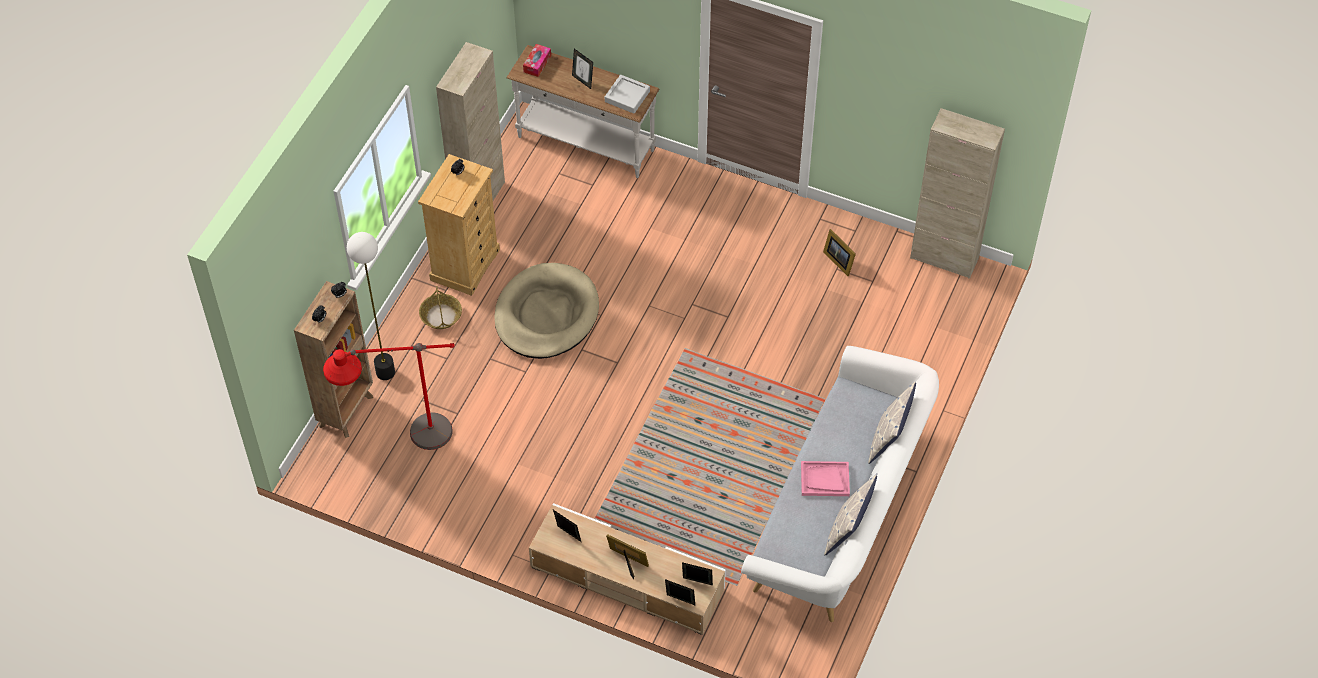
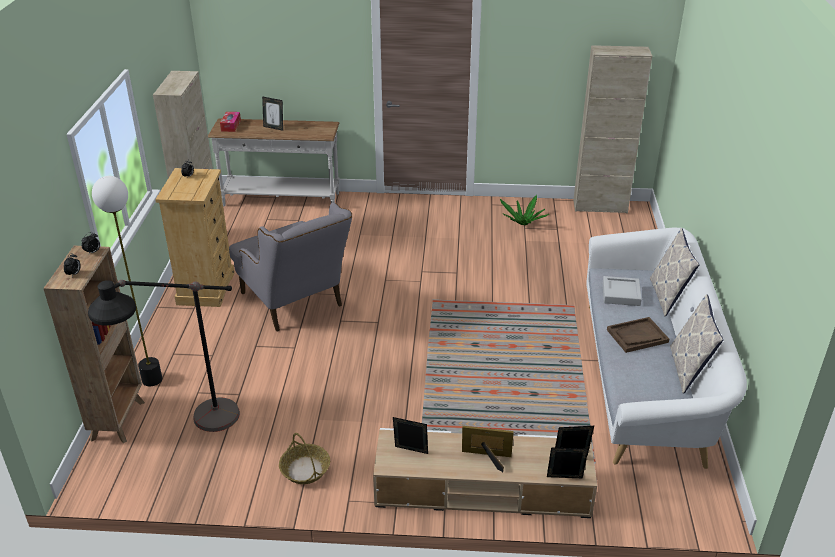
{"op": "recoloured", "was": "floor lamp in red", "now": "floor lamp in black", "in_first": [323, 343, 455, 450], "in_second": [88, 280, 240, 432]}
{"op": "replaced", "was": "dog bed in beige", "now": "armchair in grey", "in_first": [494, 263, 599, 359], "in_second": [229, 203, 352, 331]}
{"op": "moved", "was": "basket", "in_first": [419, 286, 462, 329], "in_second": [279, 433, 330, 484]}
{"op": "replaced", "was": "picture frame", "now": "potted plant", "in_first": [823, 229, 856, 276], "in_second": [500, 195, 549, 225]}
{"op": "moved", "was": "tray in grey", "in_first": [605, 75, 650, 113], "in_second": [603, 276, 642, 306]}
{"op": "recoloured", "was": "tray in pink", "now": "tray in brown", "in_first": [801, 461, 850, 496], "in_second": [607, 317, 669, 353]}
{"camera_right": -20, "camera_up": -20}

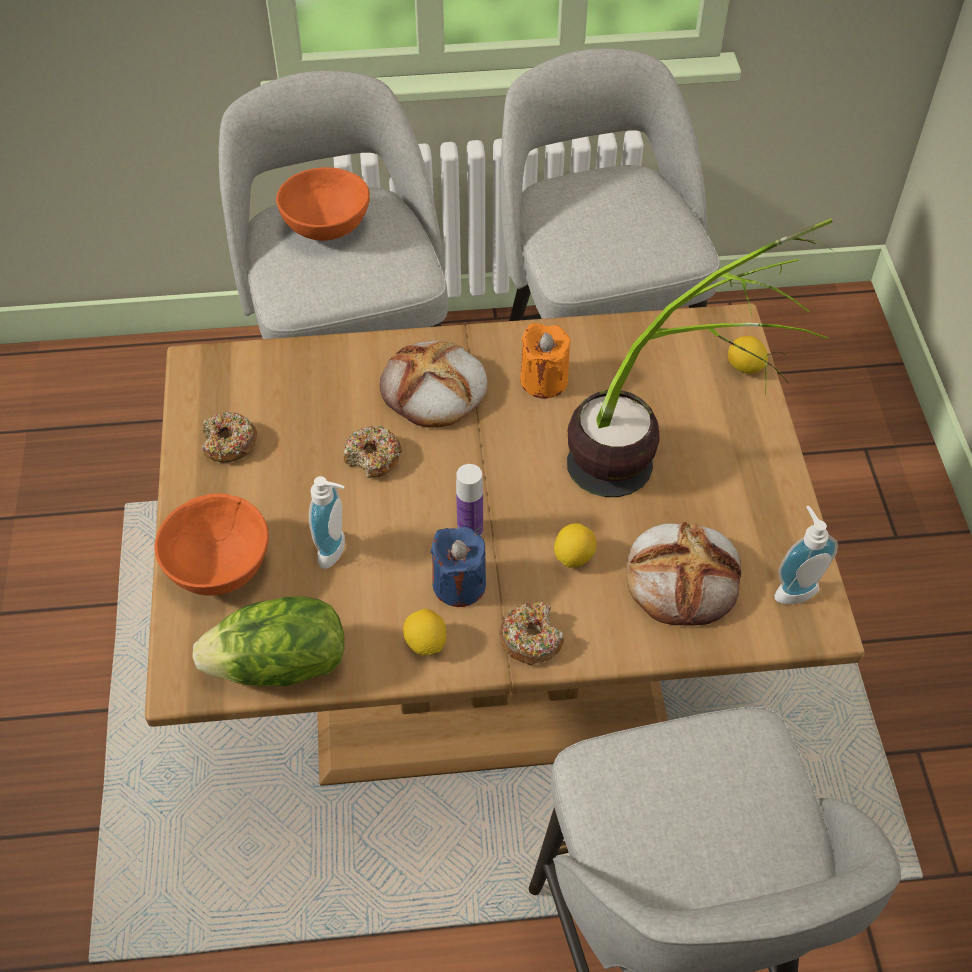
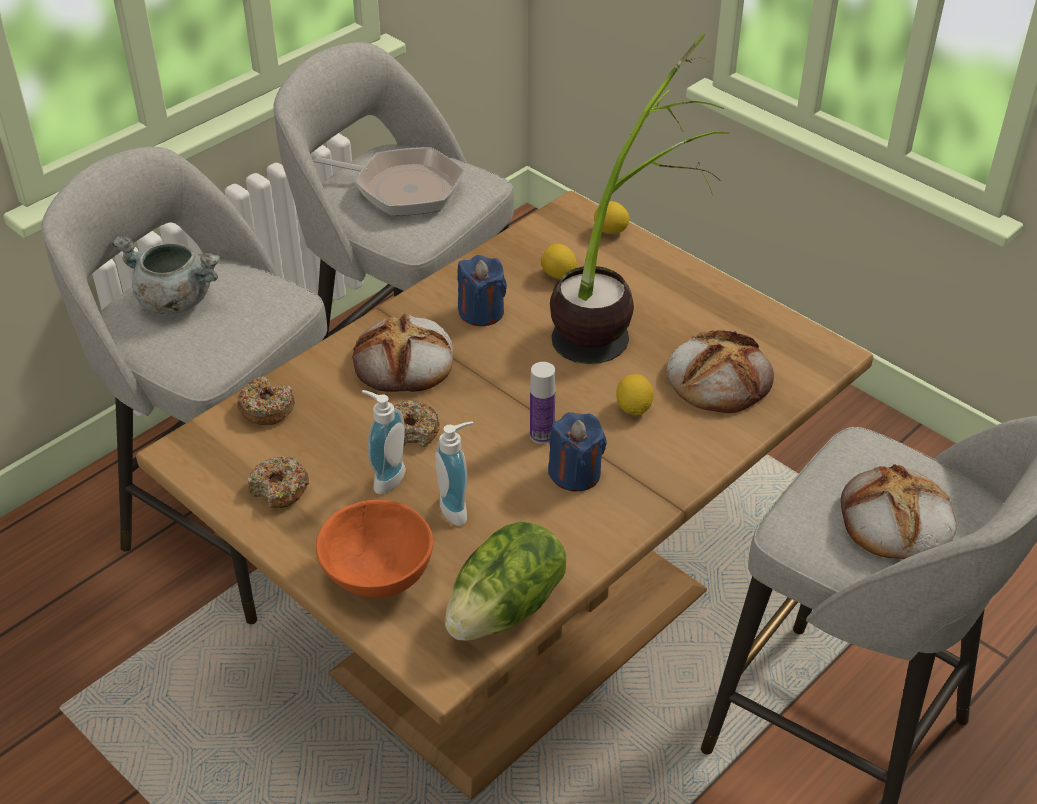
{"op": "replaced", "was": "bowl in orange", "now": "cooking pot in grey", "in_first": [276, 167, 370, 241], "in_second": [112, 236, 220, 314]}
{"op": "moved", "was": "donut", "in_first": [499, 602, 564, 665], "in_second": [237, 376, 295, 425]}
{"op": "added", "now": "frying pan", "in_second": [311, 147, 465, 216]}
{"op": "moved", "was": "soap dispenser", "in_first": [774, 506, 838, 604], "in_second": [362, 390, 406, 494]}
{"op": "recoloured", "was": "candle in orange", "now": "candle in blue", "in_first": [520, 323, 570, 399], "in_second": [457, 255, 507, 326]}
{"op": "moved", "was": "lemon", "in_first": [403, 609, 447, 656], "in_second": [541, 244, 577, 279]}
{"op": "added", "now": "bread", "in_second": [841, 464, 956, 559]}
{"camera_right": -40, "camera_up": -10}

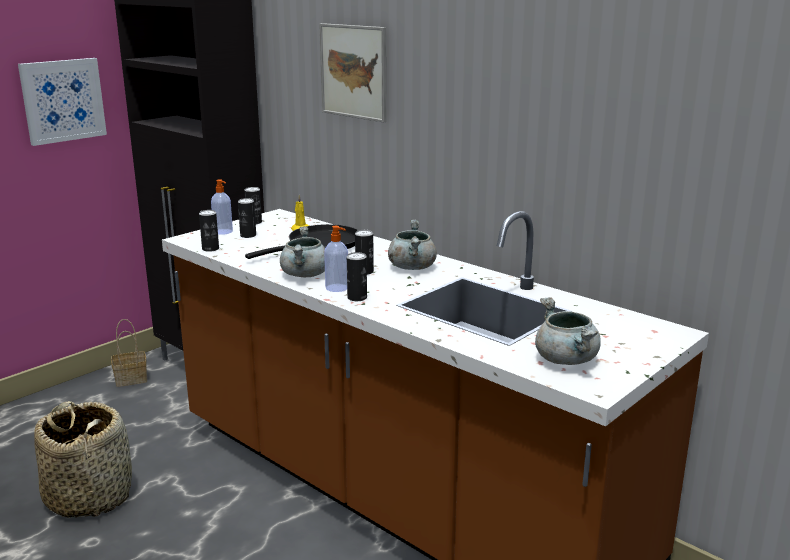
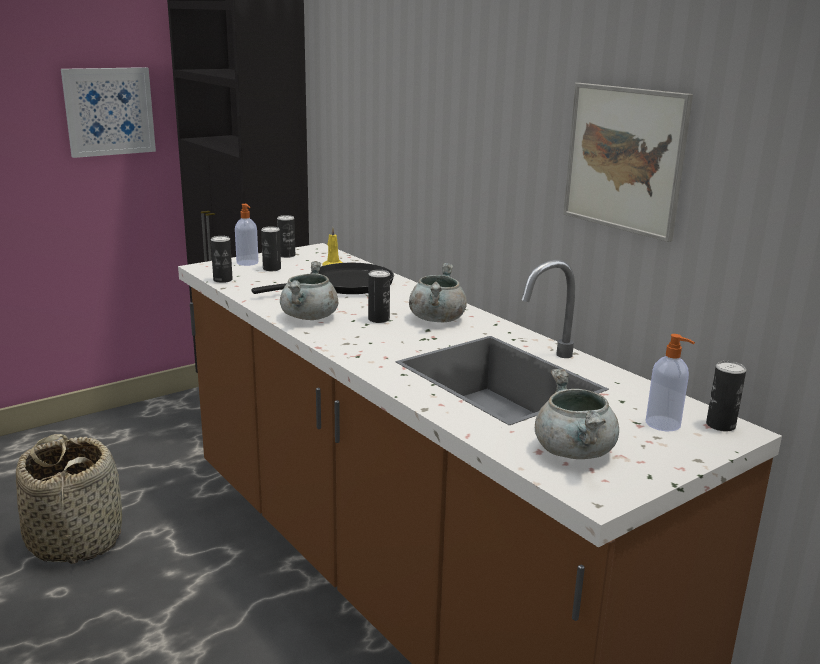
{"op": "moved", "was": "picture", "in_first": [319, 23, 387, 122], "in_second": [563, 83, 693, 242]}
{"op": "moved", "was": "soap dispenser", "in_first": [324, 226, 348, 292], "in_second": [646, 334, 695, 431]}
{"op": "moved", "was": "can", "in_first": [347, 252, 367, 301], "in_second": [706, 361, 746, 431]}
{"op": "removed", "was": "basket", "in_first": [111, 319, 147, 387]}
{"camera_right": 10, "camera_up": 0}

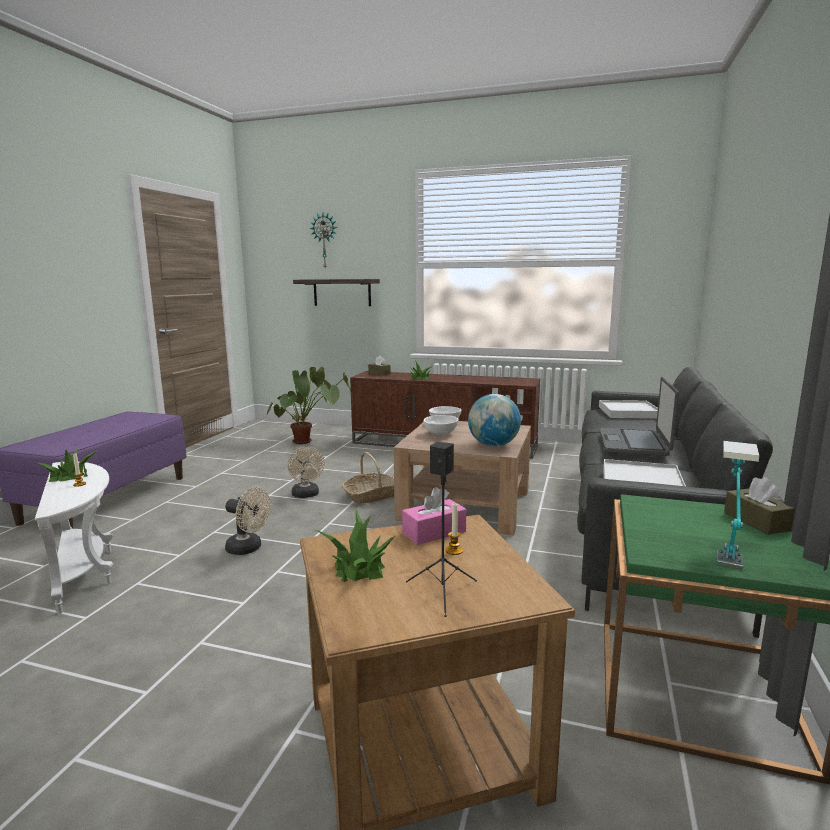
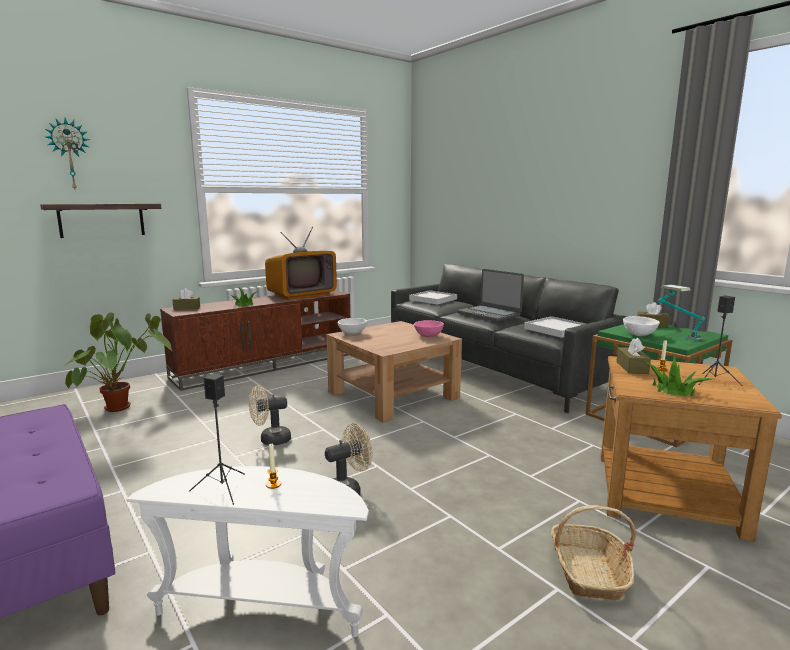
{"op": "replaced", "was": "potted plant", "now": "speaker in black", "in_first": [37, 447, 98, 482], "in_second": [189, 374, 245, 505]}
{"op": "turned", "was": "fan in beige", "in_first": [288, 447, 325, 498], "in_second": [249, 386, 291, 445], "clockwise": 150}
{"op": "added", "now": "television", "in_second": [265, 227, 337, 300]}
{"op": "replaced", "was": "globe", "now": "bowl in pink", "in_first": [468, 394, 521, 447], "in_second": [414, 320, 444, 337]}
{"op": "moved", "was": "basket", "in_first": [342, 452, 394, 504], "in_second": [551, 505, 636, 600]}
{"op": "recoloured", "was": "tissue box in pink", "now": "tissue box in brown", "in_first": [402, 487, 466, 545], "in_second": [616, 338, 651, 374]}
{"op": "moved", "was": "bowl in white", "in_first": [423, 415, 458, 435], "in_second": [623, 316, 660, 336]}
{"camera_right": -55, "camera_up": 0}

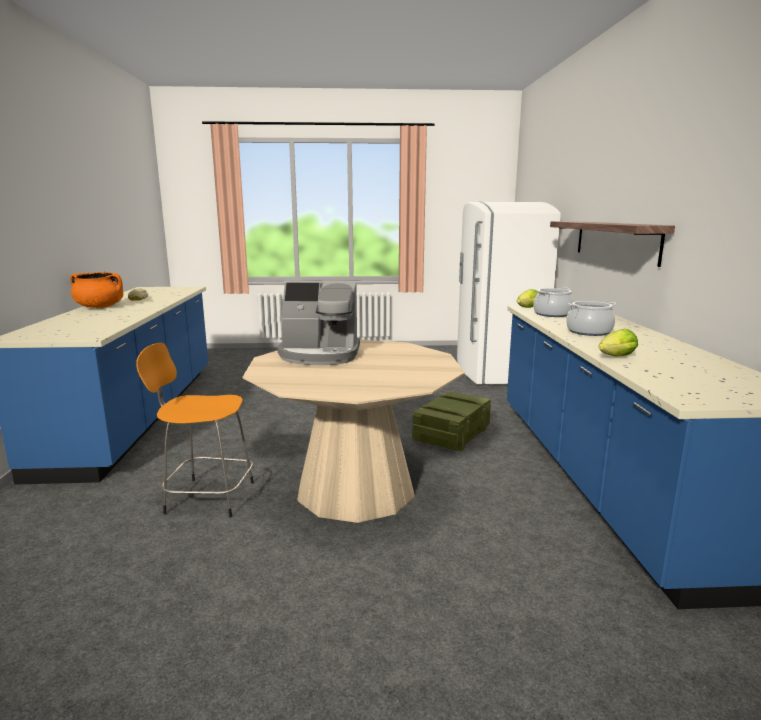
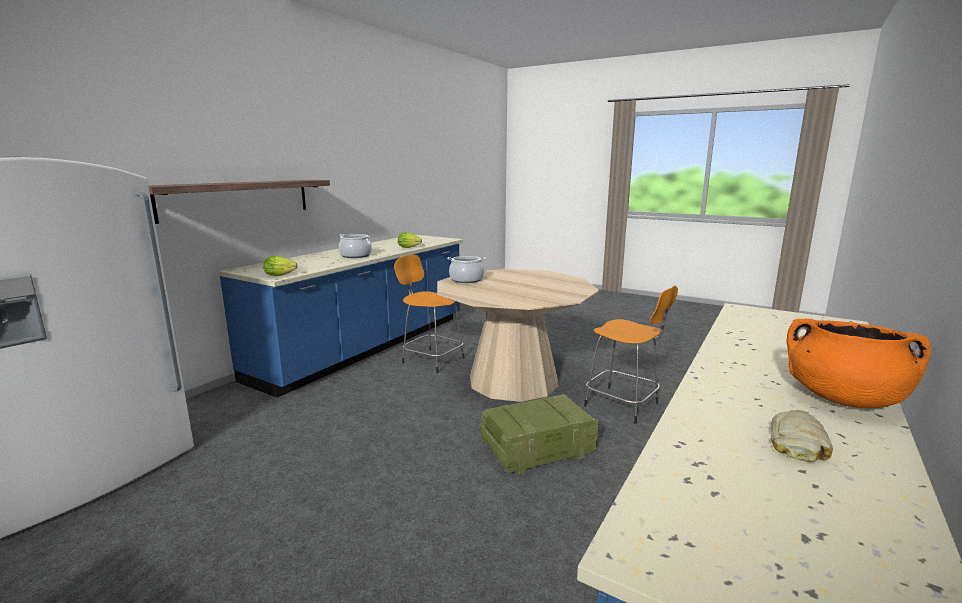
{"op": "added", "now": "stool in orange", "in_second": [394, 255, 464, 373]}
{"op": "moved", "was": "cooking pot", "in_first": [533, 288, 574, 317], "in_second": [447, 256, 486, 283]}
{"op": "moved", "was": "crate", "in_first": [412, 391, 491, 451], "in_second": [480, 394, 598, 474]}
{"op": "removed", "was": "coffee machine", "in_first": [277, 282, 360, 365]}
{"camera_right": -145, "camera_up": 0}

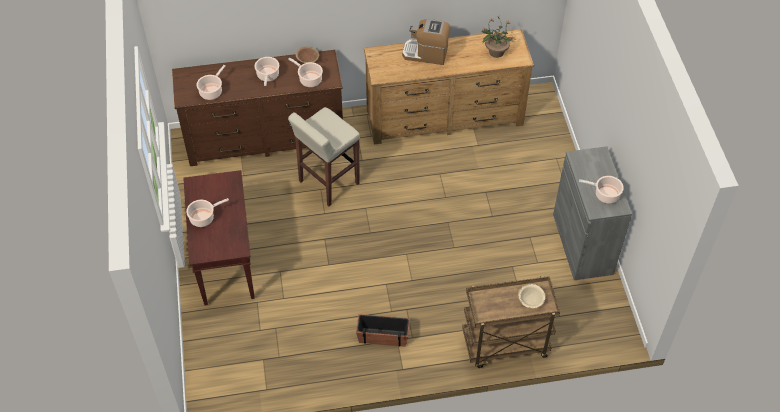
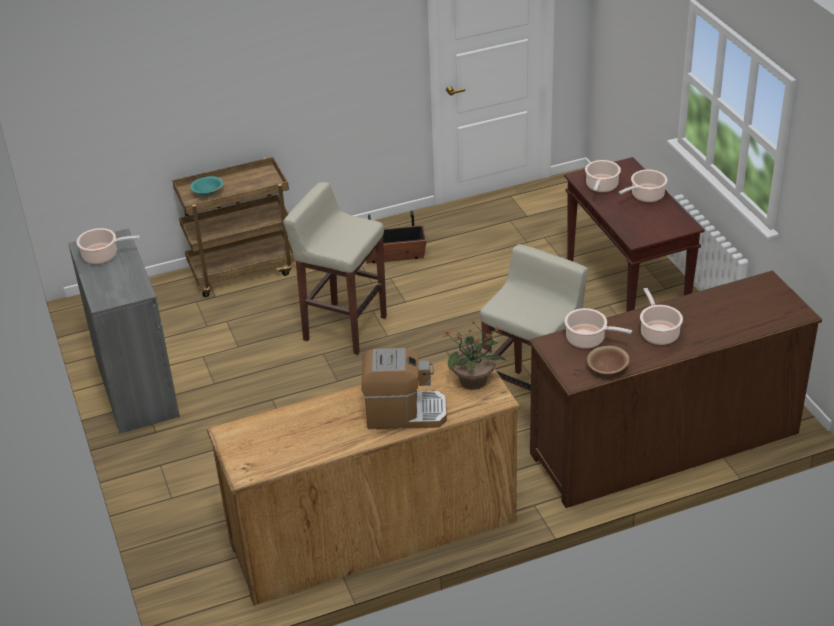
{"op": "recoloured", "was": "bowl in beige", "now": "bowl in turquoise", "in_first": [518, 284, 545, 308], "in_second": [190, 176, 224, 196]}
{"op": "added", "now": "stool in beige", "in_second": [283, 182, 387, 355]}
{"op": "moved", "was": "potted plant", "in_first": [481, 16, 513, 58], "in_second": [443, 320, 506, 390]}
{"op": "moved", "was": "cooking pot", "in_first": [197, 65, 226, 100], "in_second": [585, 160, 621, 192]}
{"camera_right": 170, "camera_up": -15}

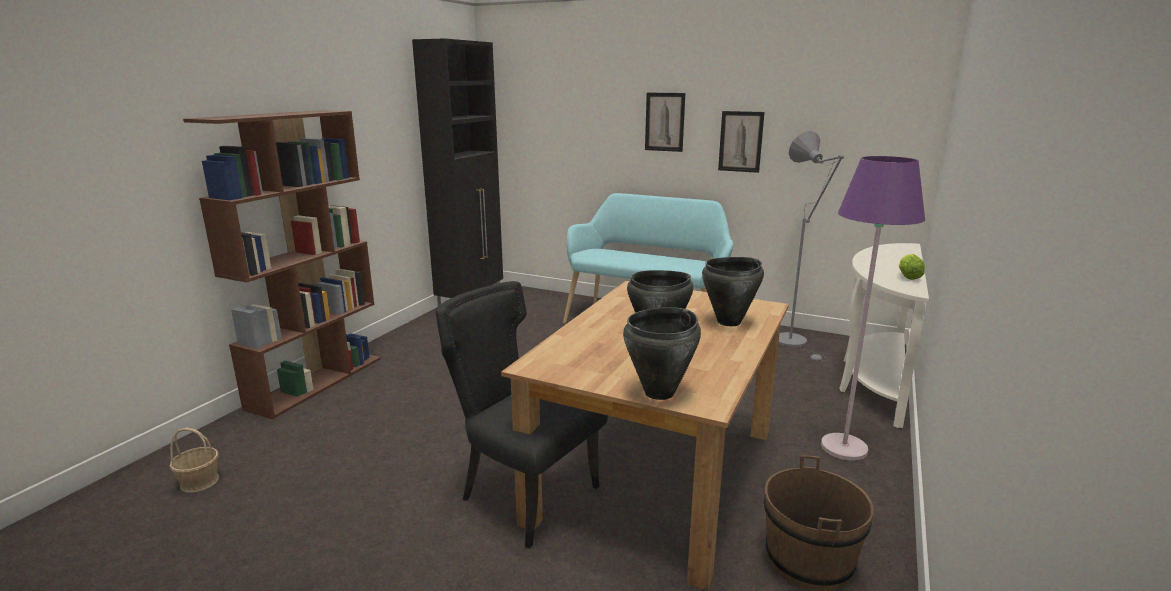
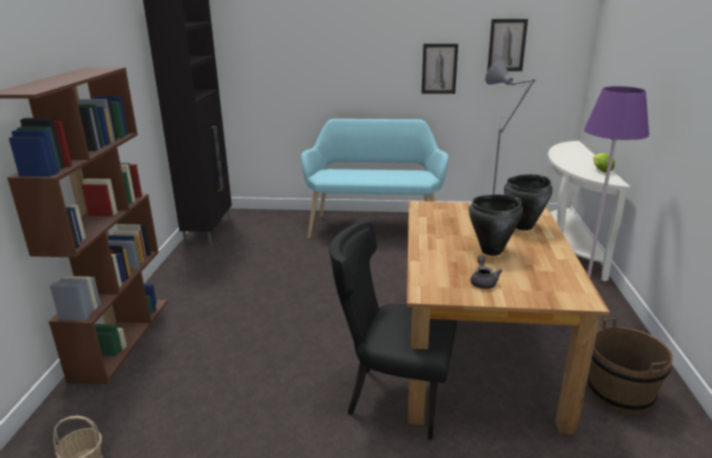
{"op": "added", "now": "teapot in grey", "in_second": [470, 256, 503, 289]}
{"op": "moved", "was": "picture", "in_first": [645, 93, 685, 152], "in_second": [487, 19, 528, 71]}
{"op": "removed", "was": "cooking pot in black", "in_first": [623, 307, 701, 400]}
{"camera_right": -20, "camera_up": 5}

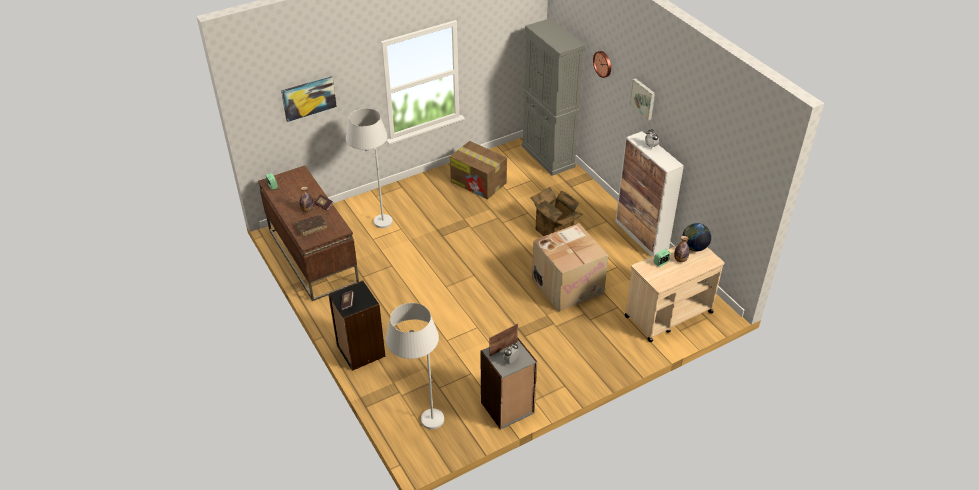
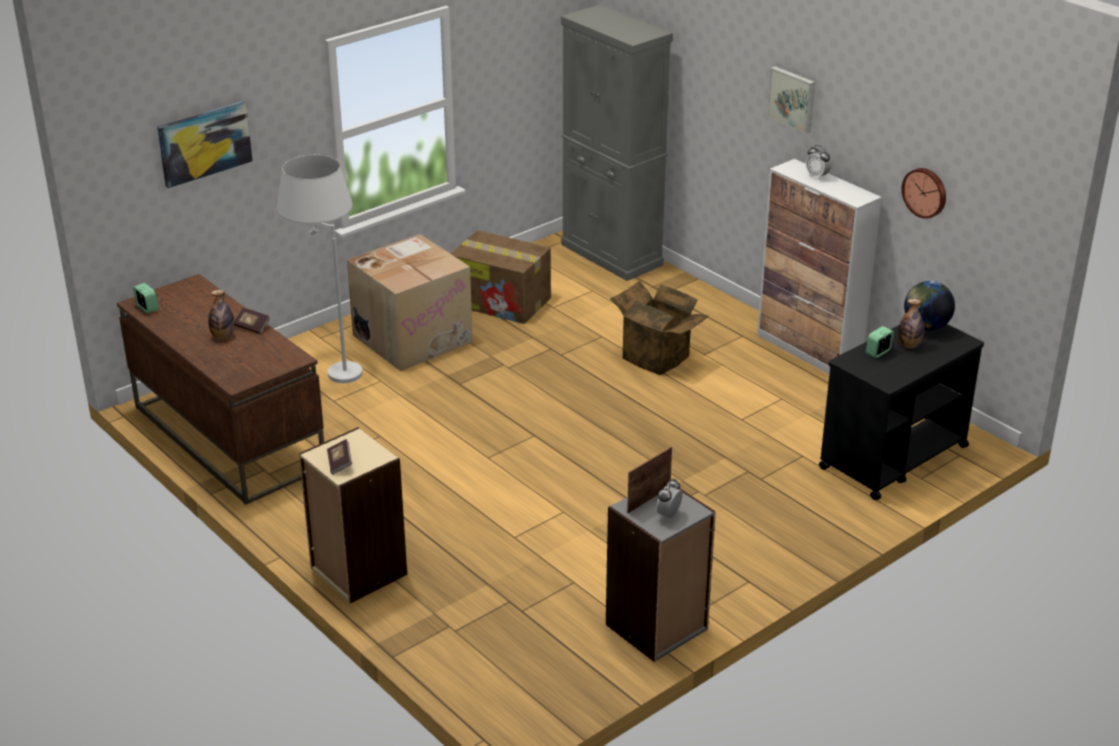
{"op": "recoloured", "was": "bookcase in black", "now": "bookcase in beige", "in_first": [328, 280, 385, 371], "in_second": [299, 427, 407, 604]}
{"op": "moved", "was": "cardboard box", "in_first": [532, 223, 609, 312], "in_second": [347, 234, 473, 371]}
{"op": "recoloured", "was": "cart in beige", "now": "cart in black", "in_first": [625, 246, 724, 342], "in_second": [819, 324, 984, 500]}
{"op": "moved", "was": "wall clock", "in_first": [593, 51, 611, 78], "in_second": [902, 168, 946, 219]}
{"op": "removed", "was": "book in brown", "in_first": [295, 214, 328, 237]}
{"op": "removed", "was": "floor lamp in white", "in_first": [386, 303, 444, 429]}
{"camera_right": -10, "camera_up": -10}

